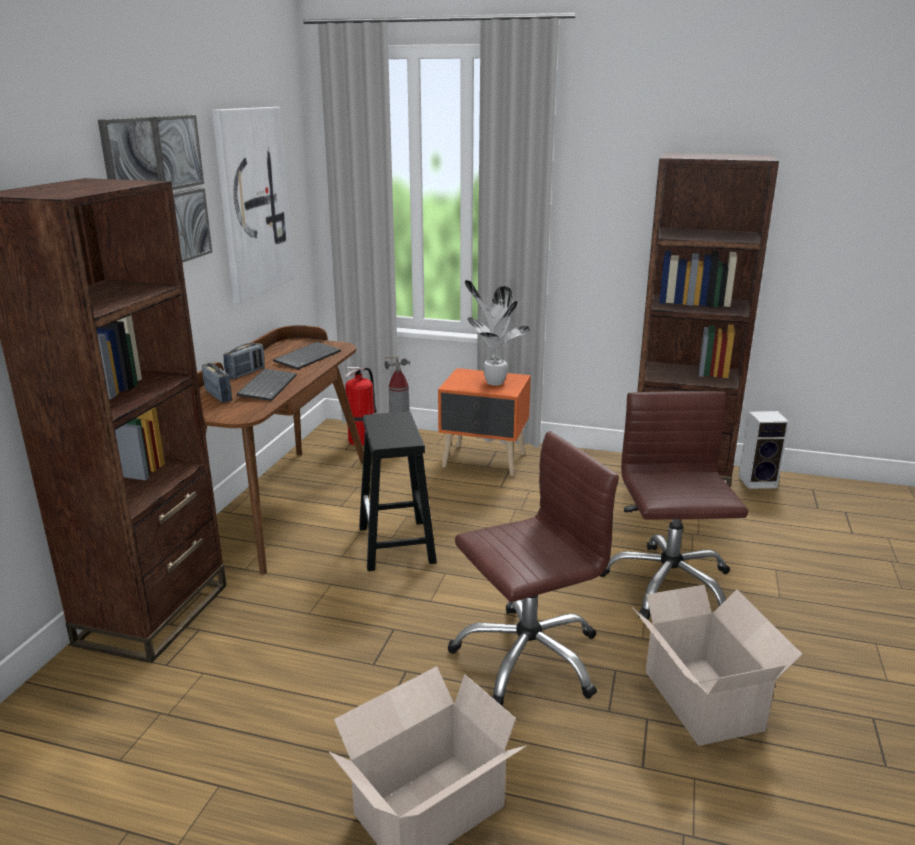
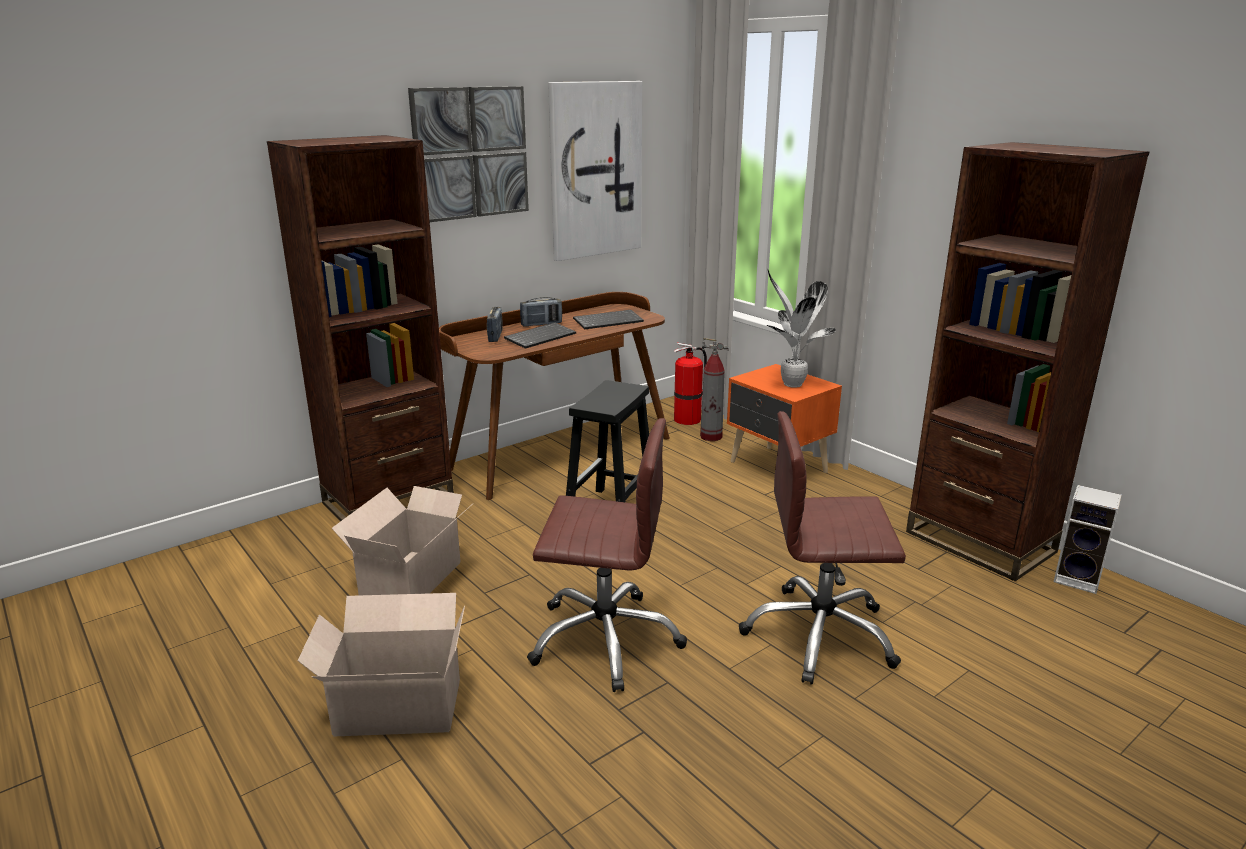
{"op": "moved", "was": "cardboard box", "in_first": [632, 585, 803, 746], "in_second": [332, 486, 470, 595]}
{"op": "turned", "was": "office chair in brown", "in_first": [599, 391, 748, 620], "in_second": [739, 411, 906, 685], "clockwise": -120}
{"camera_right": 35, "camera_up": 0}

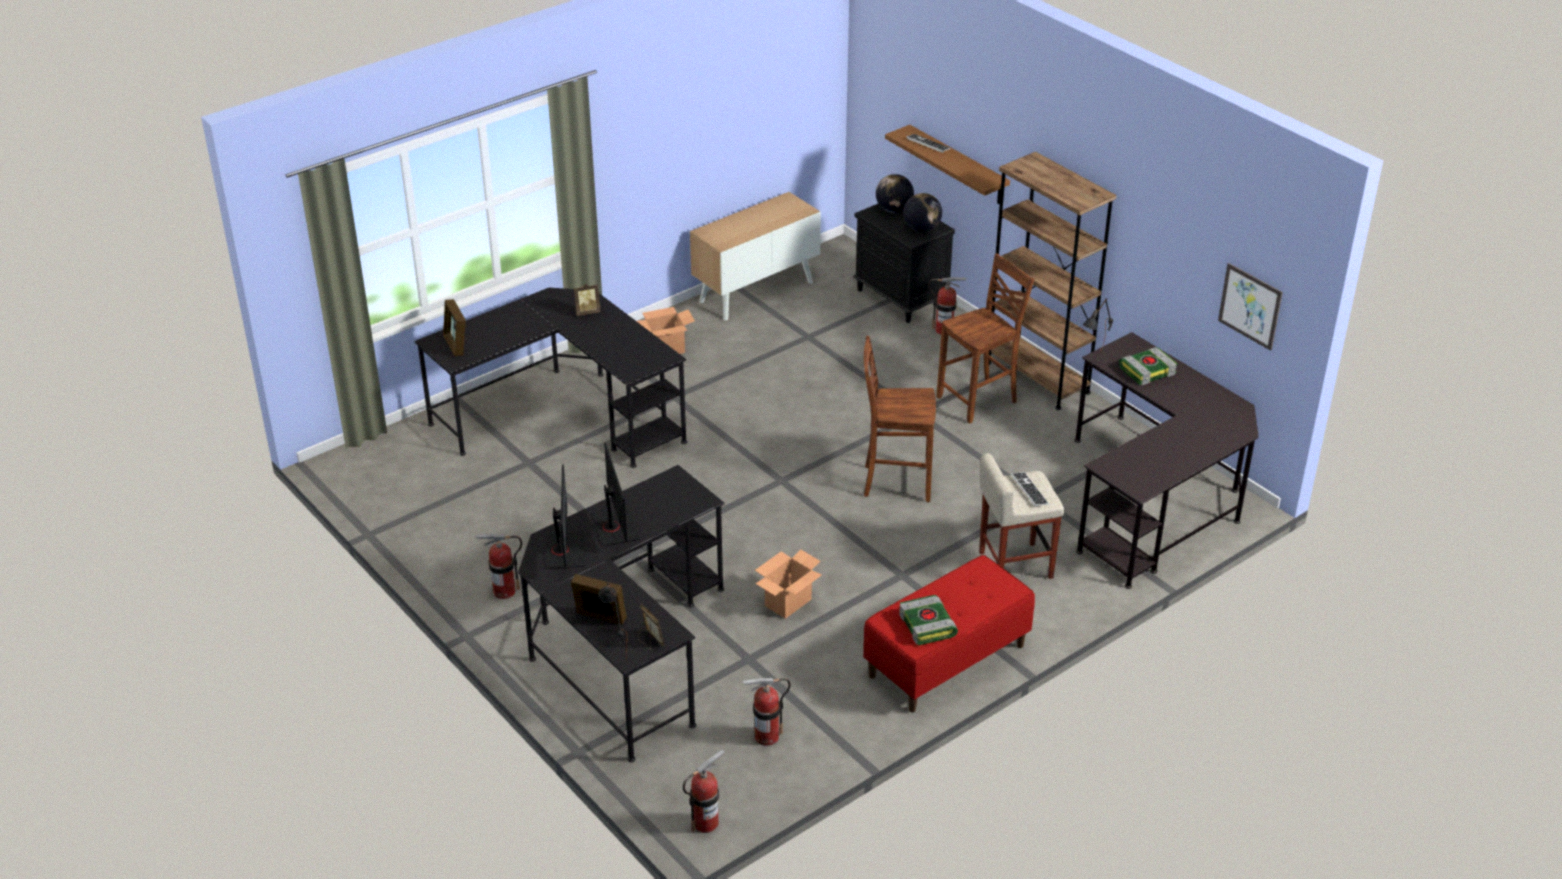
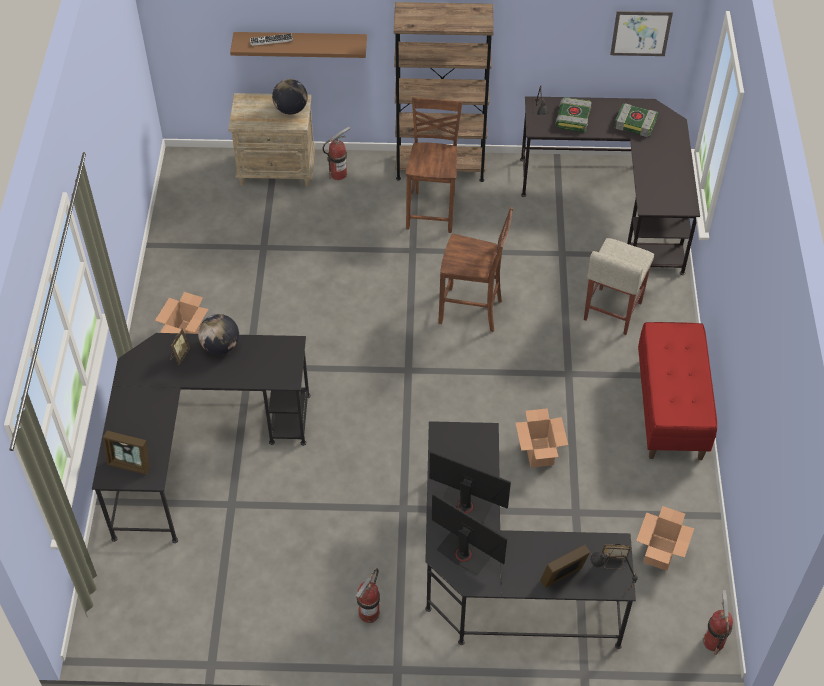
{"op": "moved", "was": "globe", "in_first": [876, 174, 914, 213], "in_second": [198, 314, 239, 355]}
{"op": "recoloured", "was": "nightstand in black", "now": "nightstand in beige", "in_first": [852, 204, 955, 323], "in_second": [228, 93, 316, 187]}
{"op": "turned", "was": "chair in brown", "in_first": [864, 336, 936, 502], "in_second": [439, 207, 513, 332], "clockwise": -120}
{"op": "moved", "was": "book", "in_first": [899, 595, 958, 646], "in_second": [614, 103, 658, 137]}
{"op": "replaced", "was": "fire extinguisher", "now": "cardboard box", "in_first": [743, 678, 791, 746], "in_second": [636, 506, 694, 571]}
{"op": "removed", "was": "cabinet", "in_first": [690, 192, 821, 321]}
{"op": "removed", "was": "keyboard", "in_first": [1011, 472, 1049, 507]}
{"camera_right": -50, "camera_up": 15}

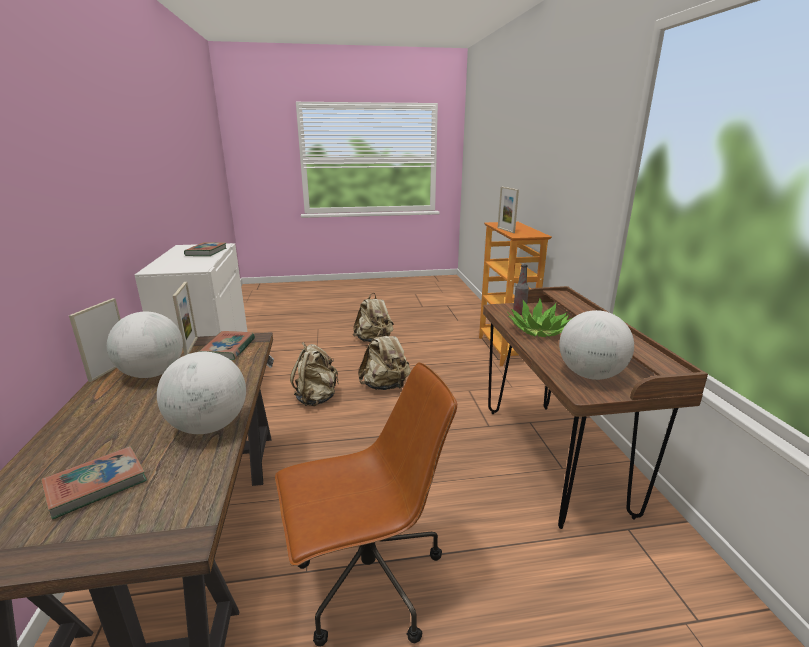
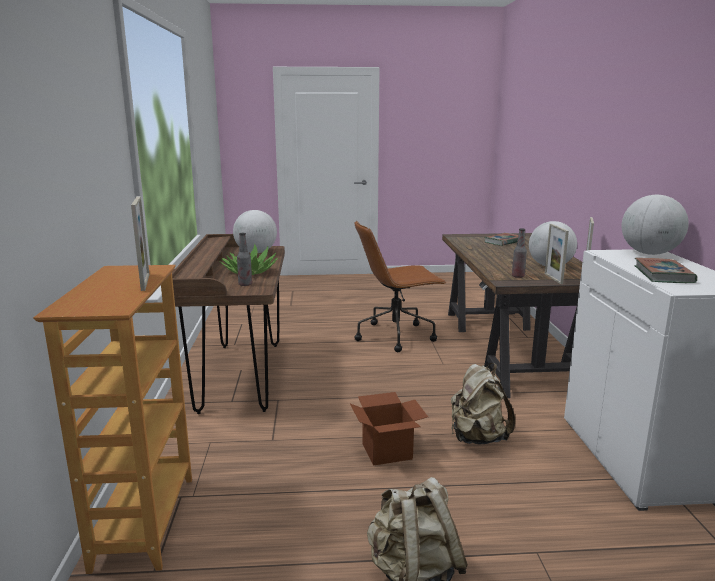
{"op": "replaced", "was": "backpack in beige", "now": "cardboard box", "in_first": [358, 329, 411, 390], "in_second": [350, 392, 428, 466]}
{"op": "replaced", "was": "book", "now": "bottle", "in_first": [199, 331, 255, 360], "in_second": [512, 228, 527, 278]}
{"op": "moved", "was": "globe", "in_first": [157, 352, 246, 434], "in_second": [622, 195, 689, 255]}
{"camera_right": -175, "camera_up": -5}

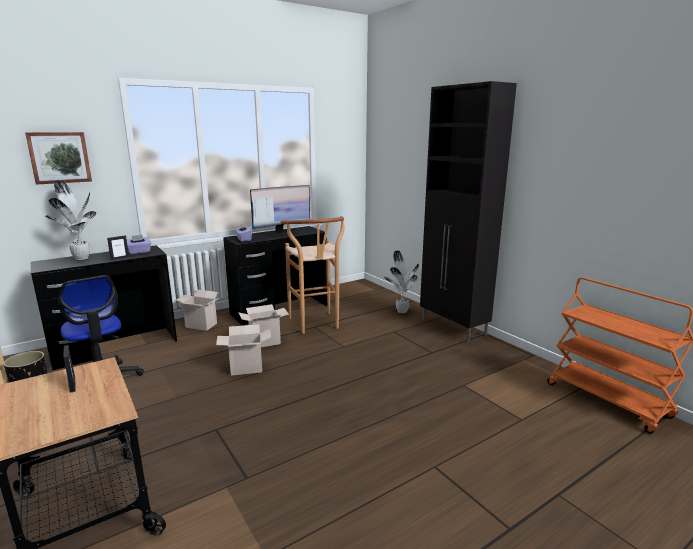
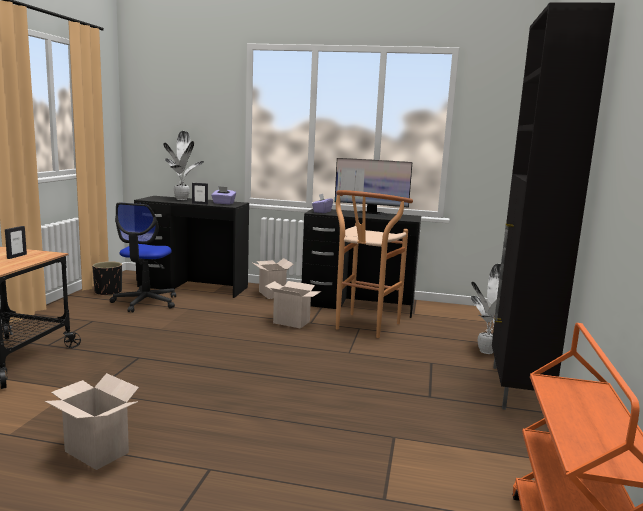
{"op": "moved", "was": "cardboard box", "in_first": [216, 324, 271, 376], "in_second": [45, 373, 139, 470]}
{"op": "removed", "was": "picture", "in_first": [25, 132, 92, 185]}
{"camera_right": 45, "camera_up": -5}

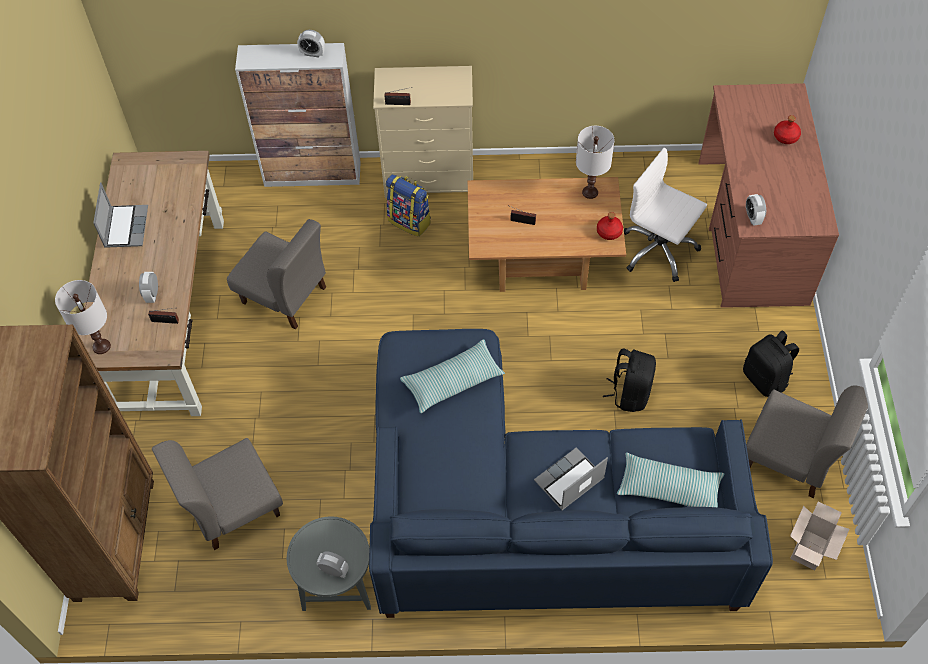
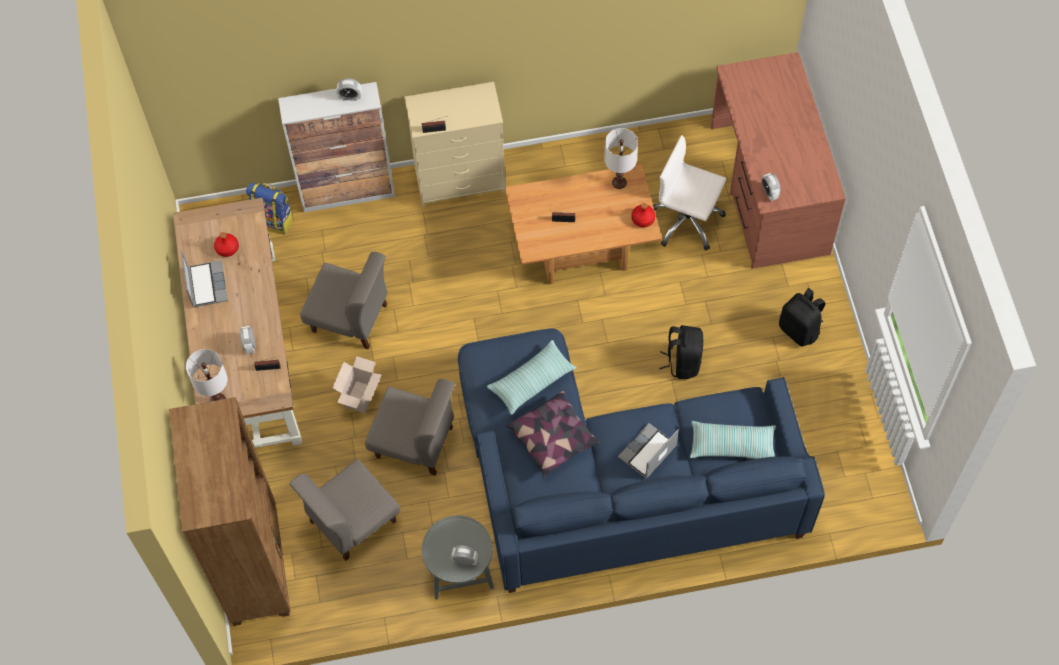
{"op": "moved", "was": "bottle in red", "in_first": [774, 115, 801, 144], "in_second": [214, 232, 239, 257]}
{"op": "moved", "was": "backpack", "in_first": [386, 174, 431, 237], "in_second": [246, 183, 294, 234]}
{"op": "moved", "was": "cardboard box", "in_first": [790, 502, 849, 570], "in_second": [332, 356, 382, 413]}
{"op": "moved", "was": "chair in grey", "in_first": [746, 385, 868, 498], "in_second": [365, 379, 455, 476]}
{"op": "added", "now": "pillow", "in_second": [506, 391, 600, 478]}
{"camera_right": -10, "camera_up": 5}

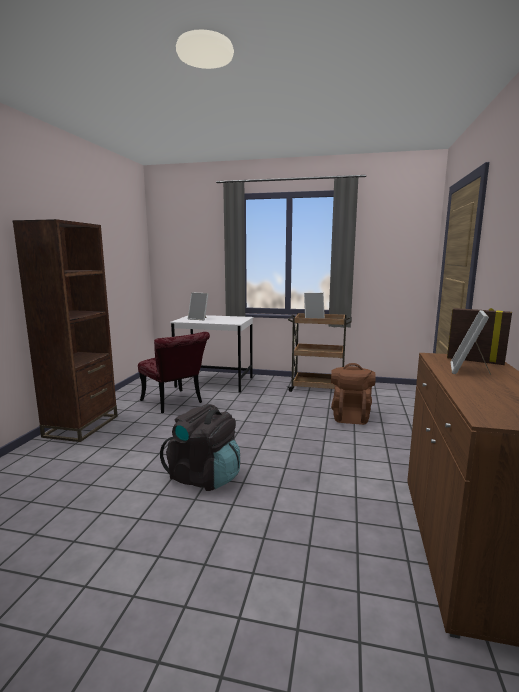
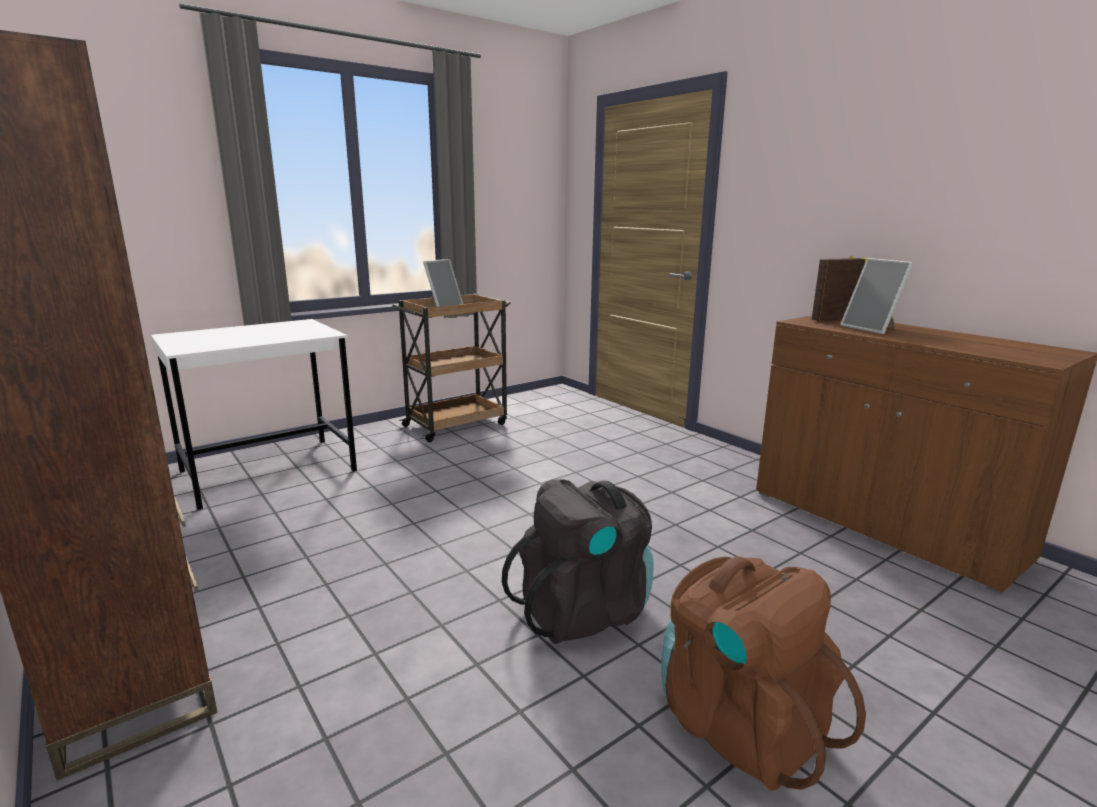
{"op": "moved", "was": "backpack in brown", "in_first": [331, 363, 376, 425], "in_second": [661, 556, 866, 791]}
{"op": "removed", "was": "chair in red", "in_first": [138, 332, 210, 413]}
{"op": "removed", "was": "picture frame", "in_first": [188, 292, 208, 320]}
{"camera_right": -50, "camera_up": 5}

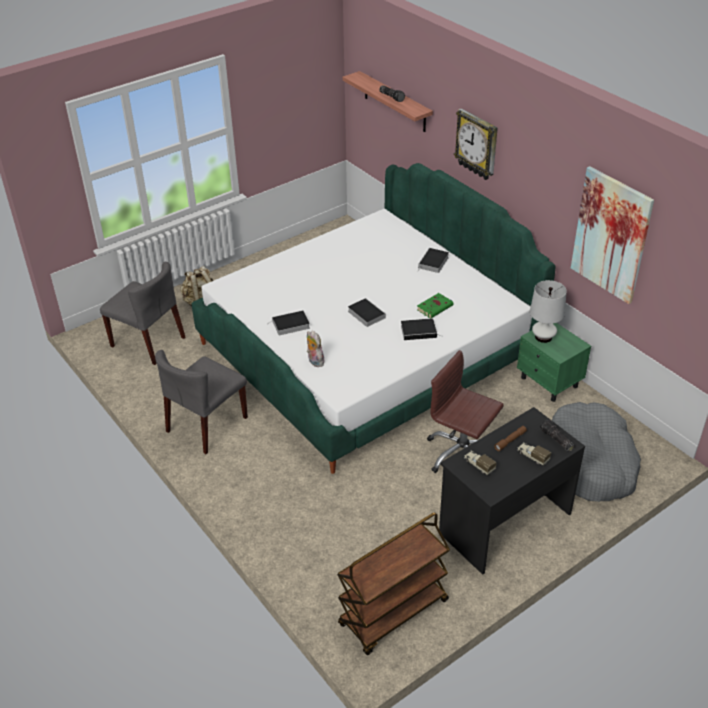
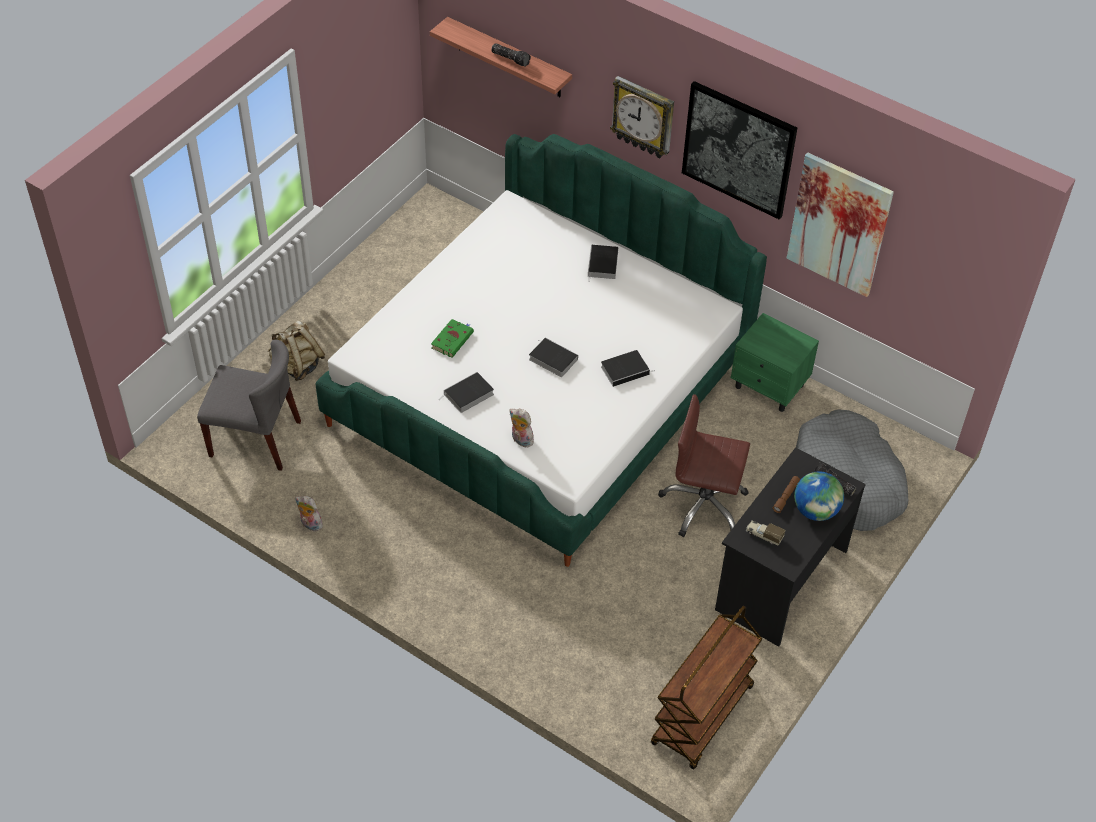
{"op": "added", "now": "plush toy", "in_second": [295, 496, 323, 531]}
{"op": "moved", "was": "book in green", "in_first": [417, 293, 454, 318], "in_second": [431, 319, 474, 358]}
{"op": "added", "now": "picture", "in_second": [682, 81, 797, 220]}
{"op": "replaced", "was": "toy truck", "now": "globe", "in_first": [517, 442, 551, 465], "in_second": [794, 471, 844, 521]}
{"op": "removed", "was": "chair in grey", "in_first": [155, 350, 248, 454]}
{"op": "removed", "was": "table lamp in white", "in_first": [530, 280, 567, 343]}
{"camera_right": -20, "camera_up": 10}

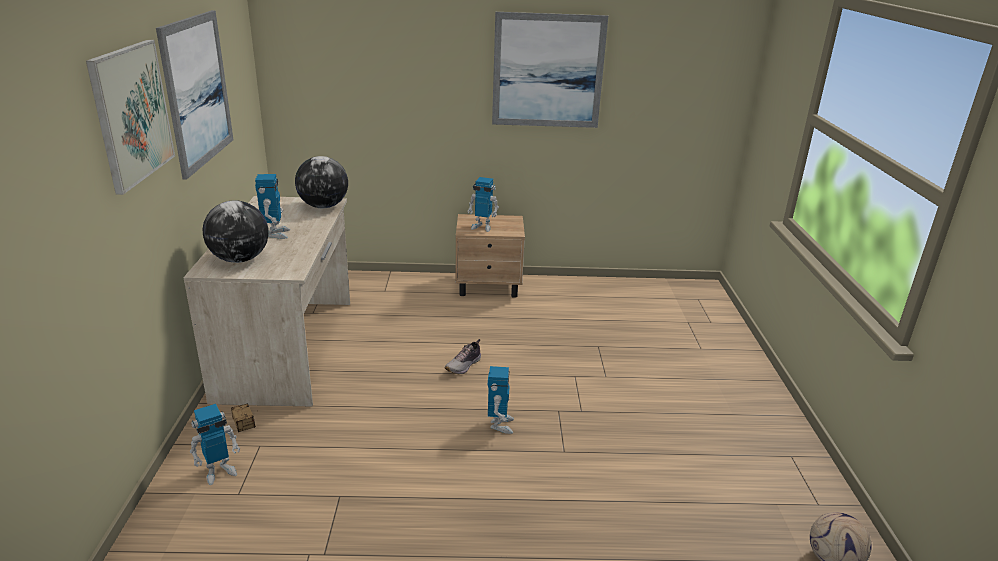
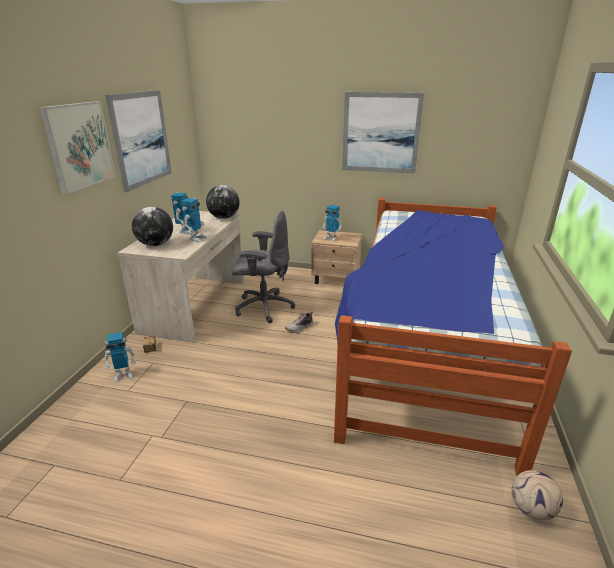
{"op": "moved", "was": "toy robot", "in_first": [488, 366, 514, 434], "in_second": [181, 198, 207, 242]}
{"op": "added", "now": "office chair in grey", "in_second": [232, 211, 295, 323]}
{"op": "added", "now": "bed", "in_second": [334, 198, 572, 476]}
{"camera_right": 15, "camera_up": 0}

